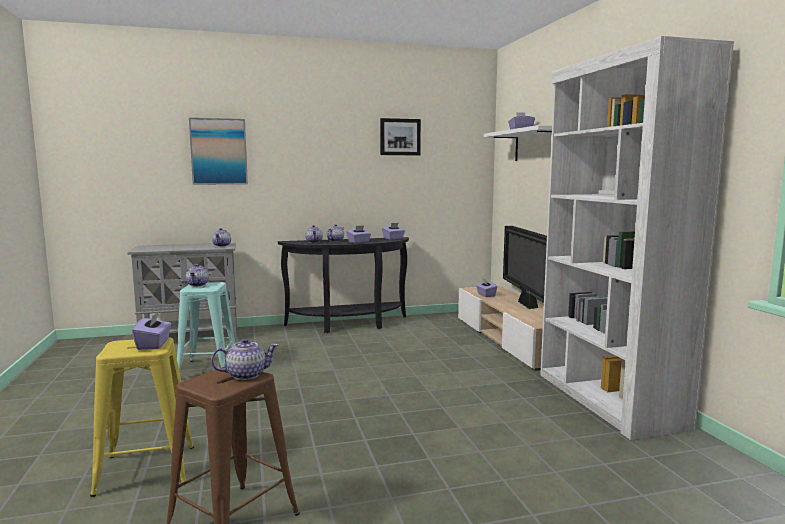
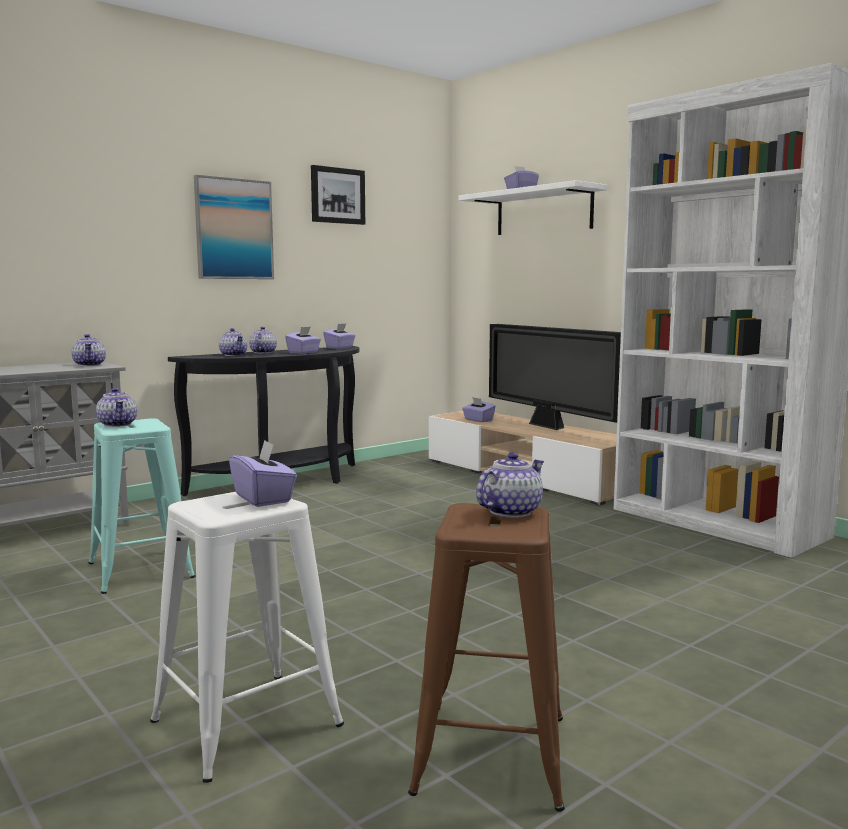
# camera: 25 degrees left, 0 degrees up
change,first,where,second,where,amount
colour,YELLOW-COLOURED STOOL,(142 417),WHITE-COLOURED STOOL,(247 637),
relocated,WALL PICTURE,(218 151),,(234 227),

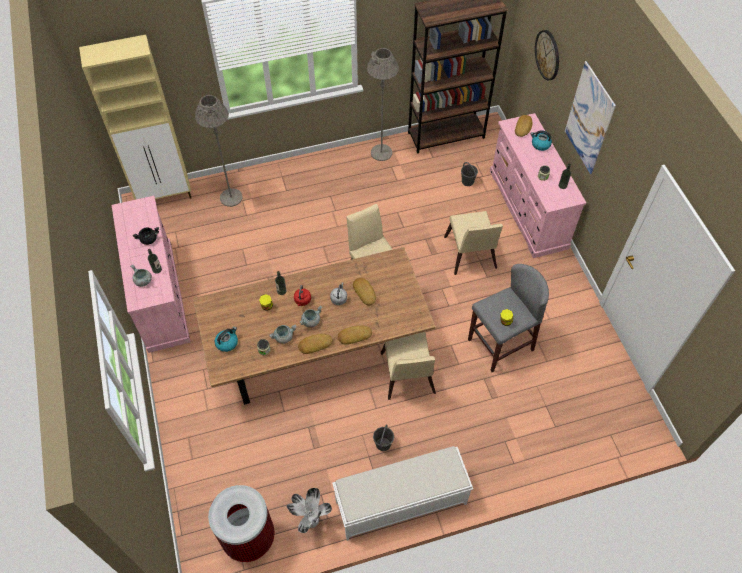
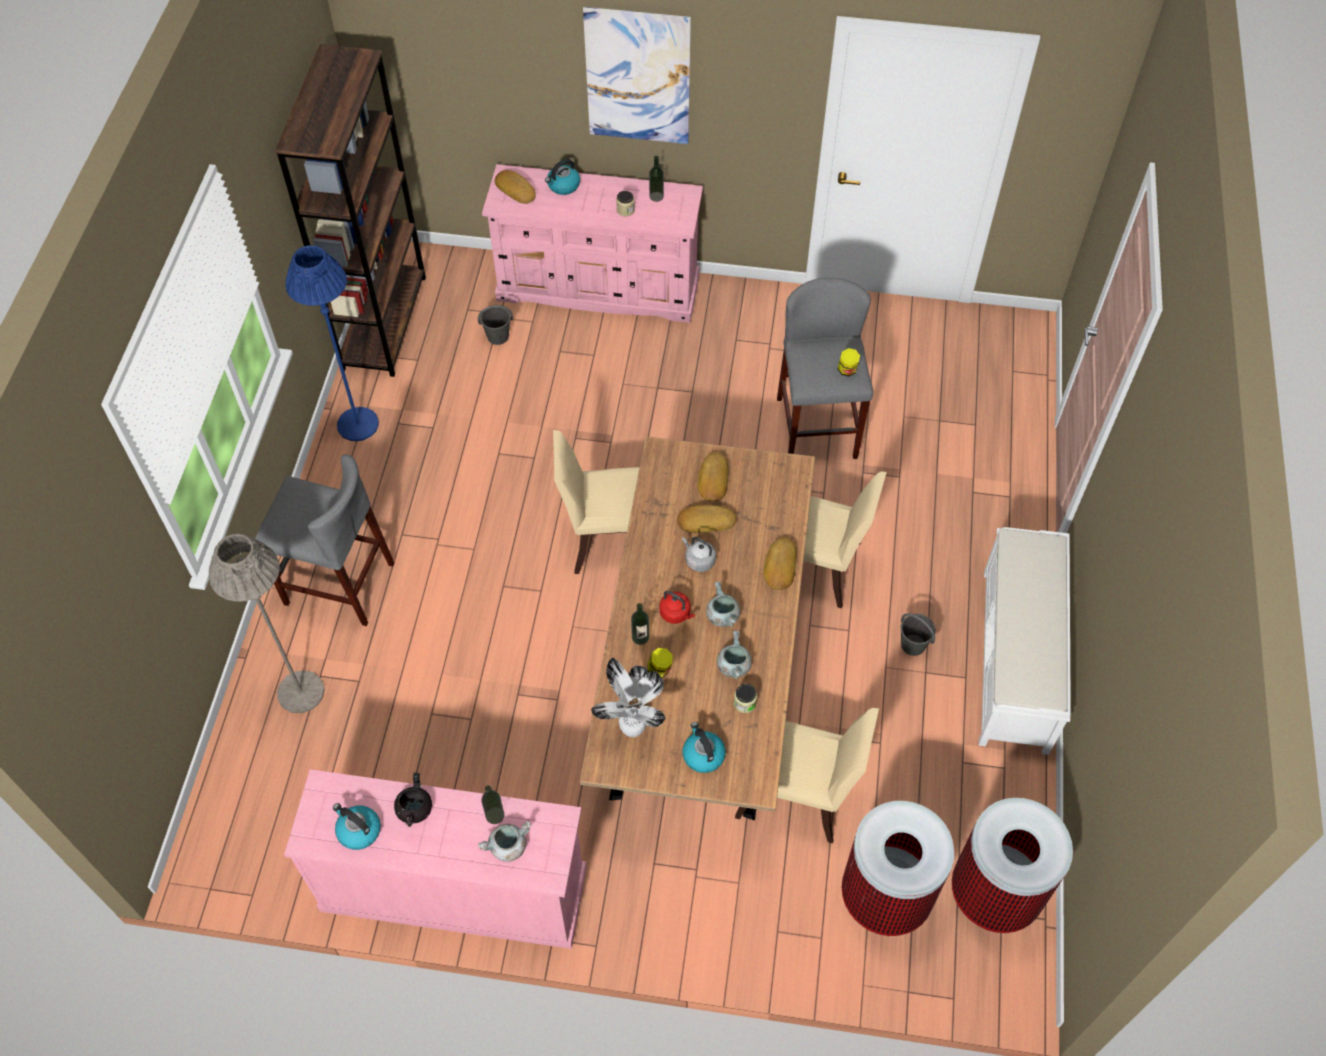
# camera: 65 degrees left, 0 degrees up
change,first,where,second,where,amount
missing,BEIGE-COLOURED CABINET,(135 117),,,
relocated,PLANT IN A POT,(309 510),,(628 697),
relocated,BAKED BREAD,(315 344),,(712 477),
colour,GREYISH STANDING LAMP,(383 104),BLUISH STANDING LAMP,(332 343),
relocated,BEIGE-COLOURED PLAIN CHAIR,(473 243),,(807 775),
missing,HANGING CLOCK,(547 55),,,
appeared,,,GREYISH STOOL,(324 540),
appeared,,,TEA KETTLE,(357 826),
appeared,,,WASTE BIN,(898 868),

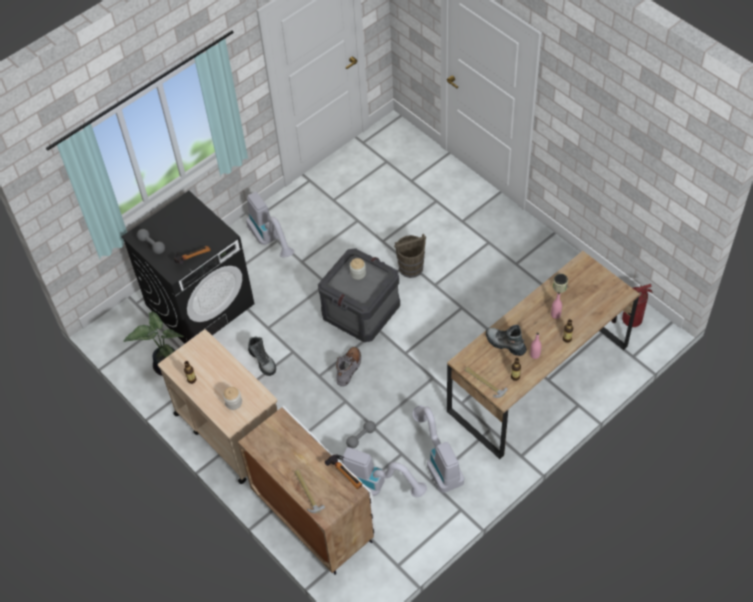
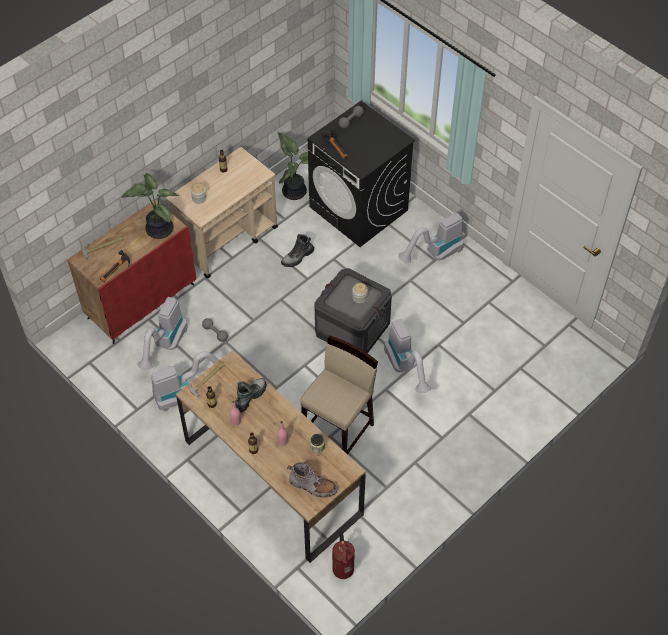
# camera: 85 degrees right, 0 degrees up
change,first,where,second,where,amount
colour,WHITE-COLOURED CABINET,(307 490),RED CABINET,(132 272),
relocated,GREYISH TALL BOOT,(348 366),,(312 480),
exchanged,BROWN PAIL,(410 255),VACUUM CLEANER,(407 356),
appeared,,,PLANT IN A POT,(150 206),
appeared,,,BEIGE-COLOURED STOOL,(339 395),

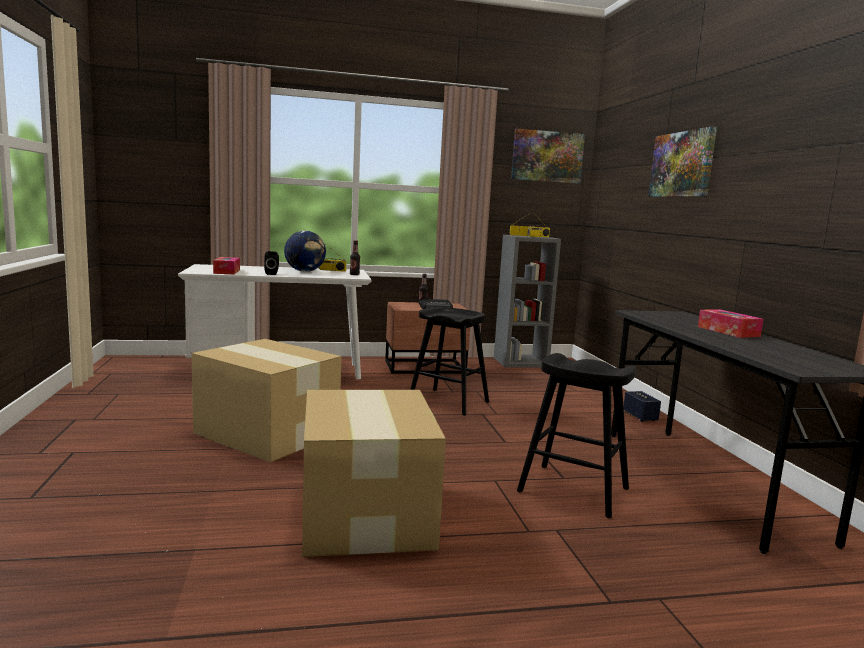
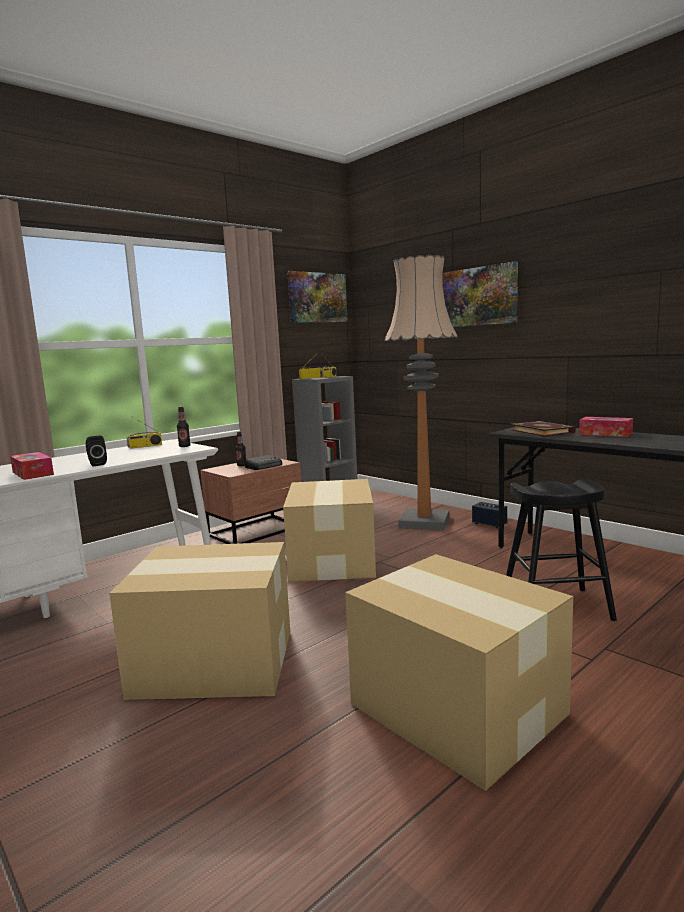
# camera: 30 degrees left, 0 degrees up
change,first,where,second,where,amount
missing,GLOBE,(305 251),,,
exchanged,BLACKISH STOOL,(449 361),PACKING BOX,(329 530),
appeared,,,STANDING LAMP,(421 392),
appeared,,,BOUND BOOK,(543 429),

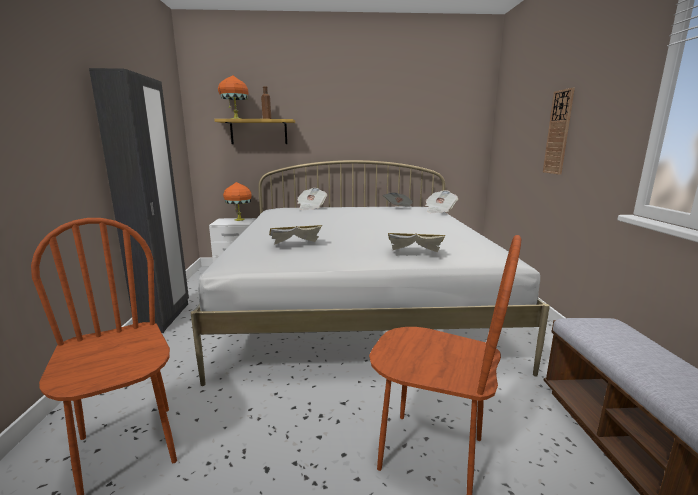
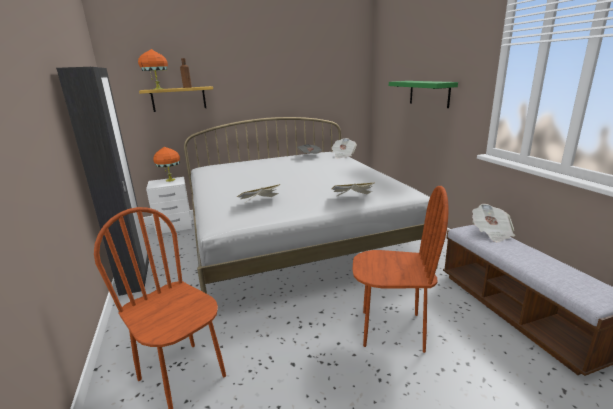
# camera: 15 degrees left, 5 degrees up
change,first,where,second,where,amount
relocated,PRINTED PAPER,(312 199),,(493 223),
exchanged,HANGING CLOCK,(559 131),GREEN-COLOURED SHELF,(423 94),

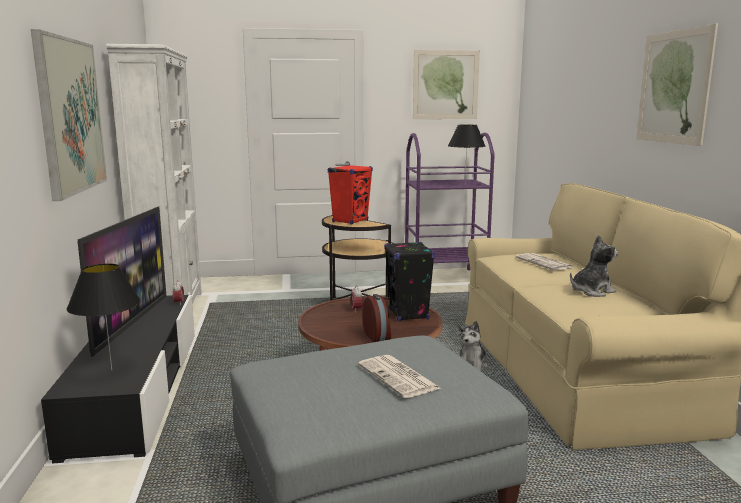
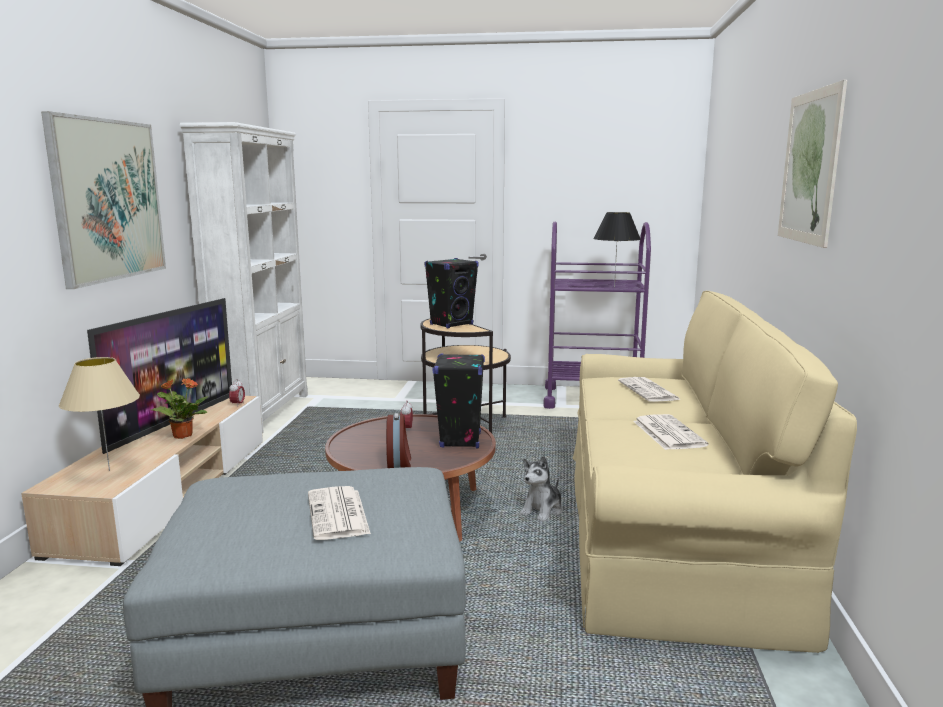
# camera: 15 degrees right, 0 degrees up
change,first,where,second,where,amount
colour,BLACKISH TV STAND,(118 379),BEIGE-COLOURED TV STAND,(142 481),
colour,BLACKISH LAMP FOR A TABLE,(104 317),BEIGE-COLOURED LAMP FOR A TABLE,(99 414),
colour,RED LOUDSPEAKER,(350 194),BLACKISH LOUDSPEAKER,(452 293),
missing,WALL PICTURE,(446 84),,,
exchanged,CUDDLY TOY,(594 266),PRINTED PAPER,(671 432),
appeared,,,PLANT IN A POT,(180 408),

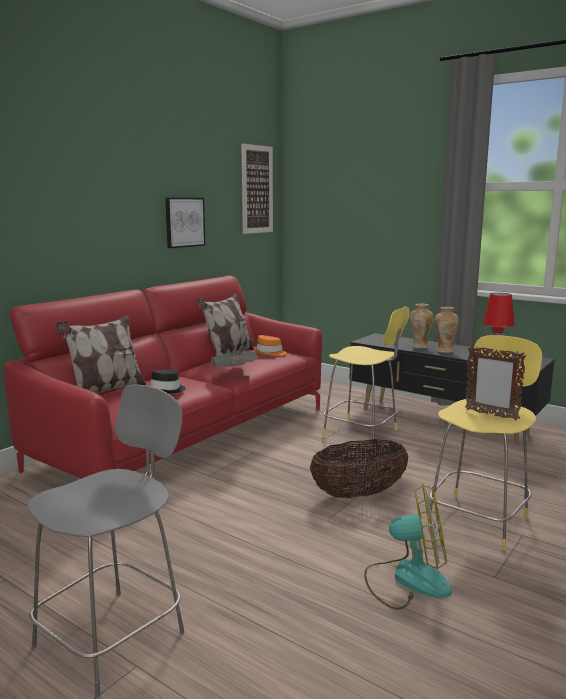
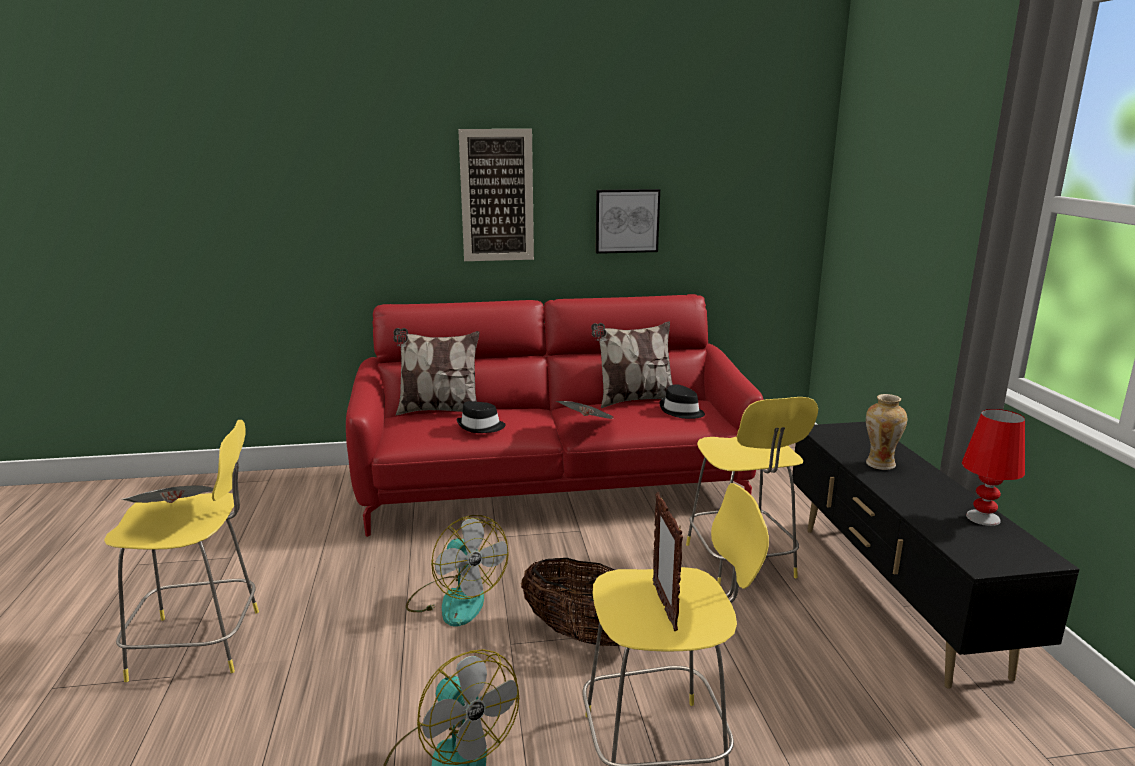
# camera: 45 degrees right, 5 degrees up
change,first,where,second,where,amount
colour,GREYISH STOOL,(105 541),YELLOW-COLOURED STOOL,(181 551),
relocated,WALL PICTURE,(257 189),,(496 195),
colour,ORANGE WEARABLE HAT,(270 345),BLACKISH WEARABLE HAT,(682 401),
missing,DECORATIVE VASE,(446 330),,,
appeared,,,PRINTED PAPER,(166 494),
appeared,,,FAN,(457 571),

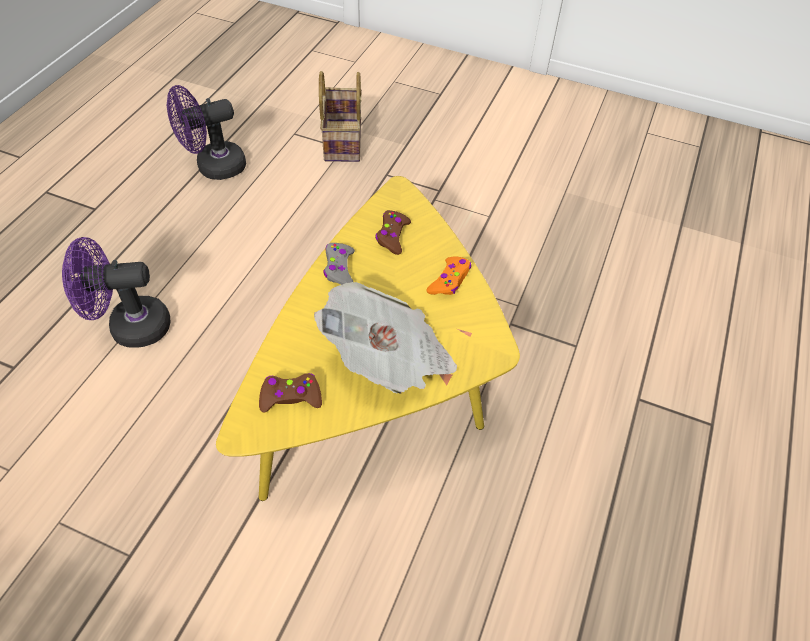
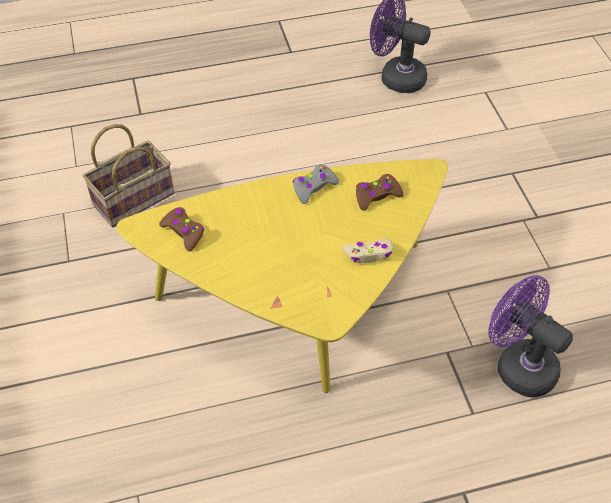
# camera: 55 degrees right, 0 degrees up
change,first,where,second,where,amount
relocated,PURPLE FAN,(116 292),,(530 336),
missing,PRINTED PAPER,(385 338),,,
relocated,HOUSEHOLD BASKET,(340 116),,(128 175),
colour,ORANGE GAMEPAD,(448 275),BEIGE-COLOURED GAMEPAD,(367 250),

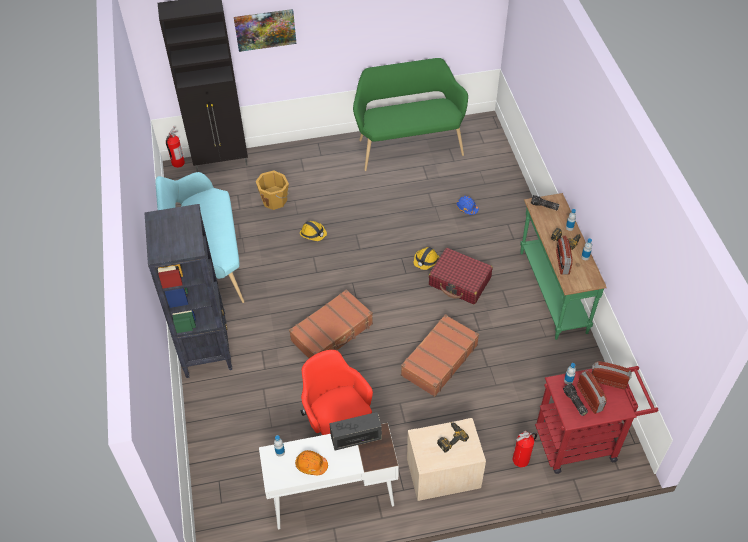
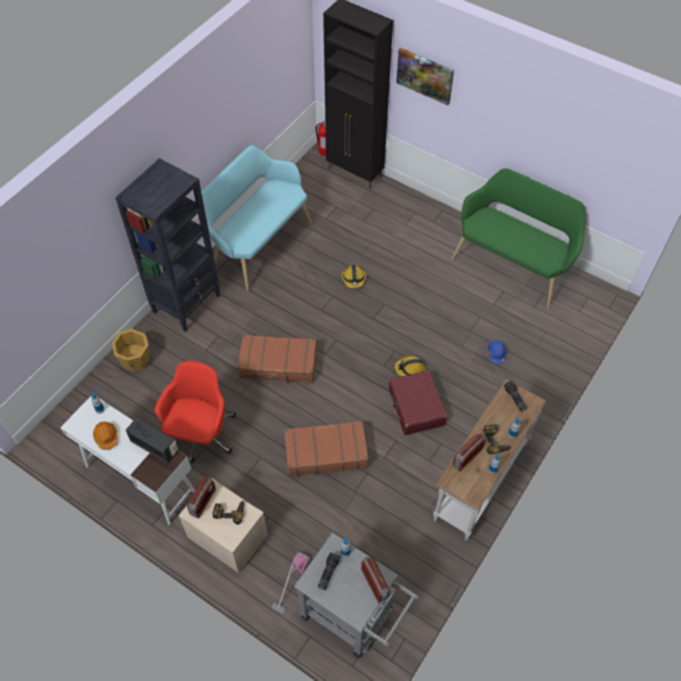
# camera: 45 degrees right, 5 degrees up
change,first,where,second,where,amount
relocated,ORANGE PAIL,(272 190),,(131 350),
exchanged,FIRE EXTINGUISHER,(525 449),VACUUM CLEANER,(291 582),
colour,GREEN-COLOURED CONSOLE TABLE,(563 266),WHITE-COLOURED CONSOLE TABLE,(489 460),
colour,RED WHEELED CART,(597 420),GREYISH WHEELED CART,(356 595),
relocated,RADIO RECEIVER,(592 392),,(201 497),

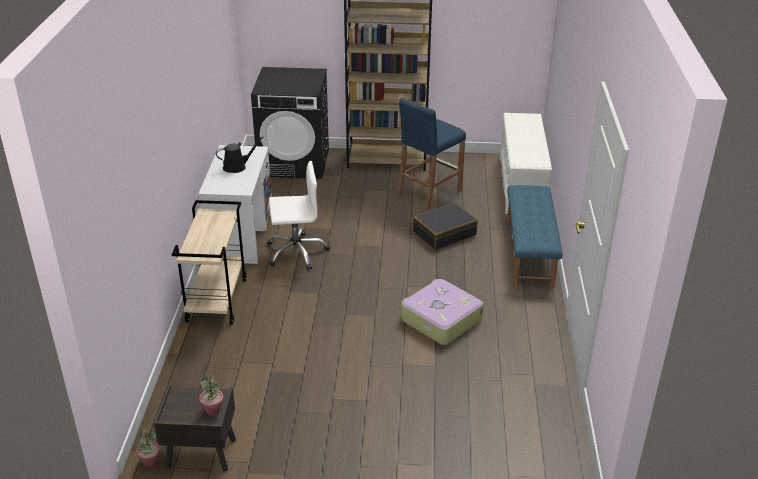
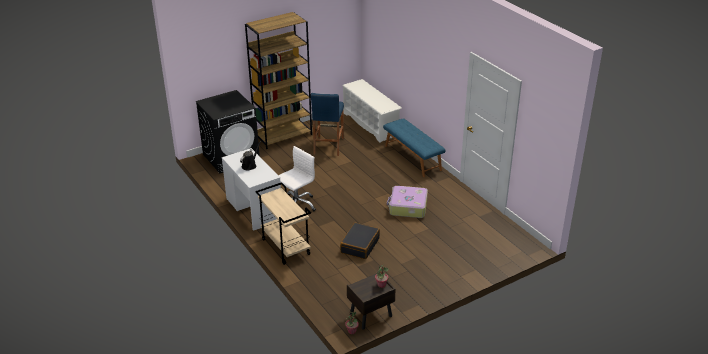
# camera: 35 degrees left, 0 degrees up
change,first,where,second,where,amount
relocated,BLACKISH PIECE OF LUGGAGE,(445 226),,(360 241),

